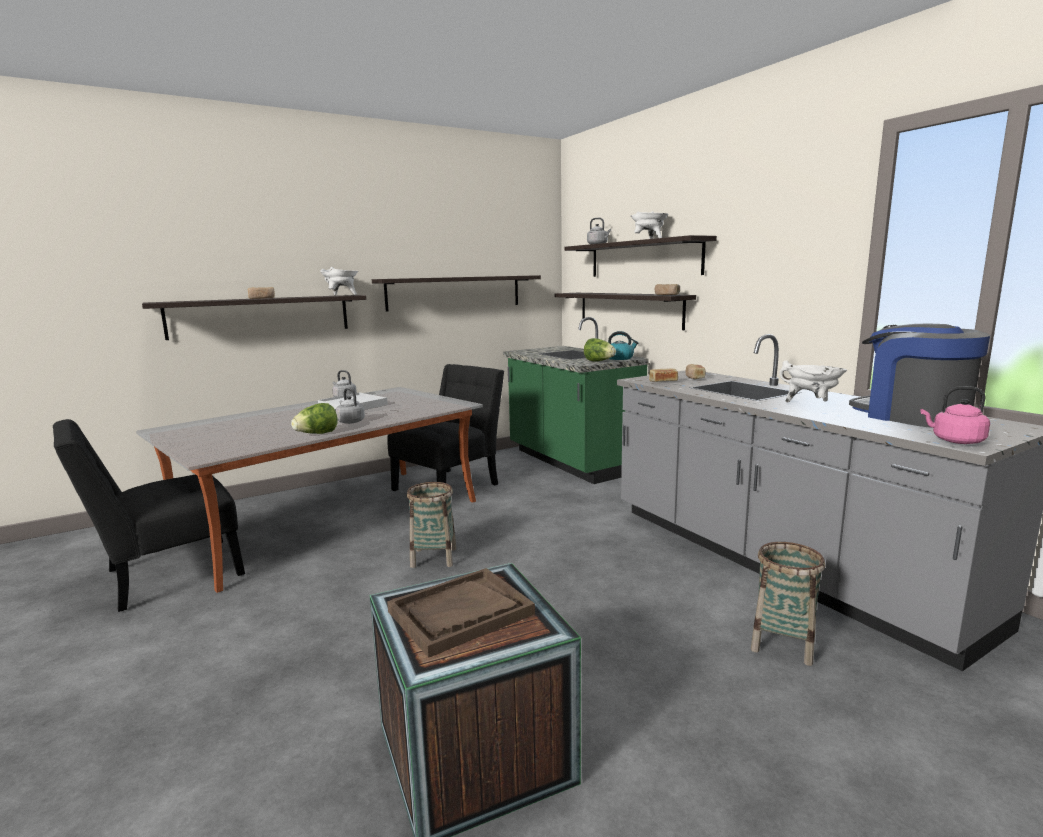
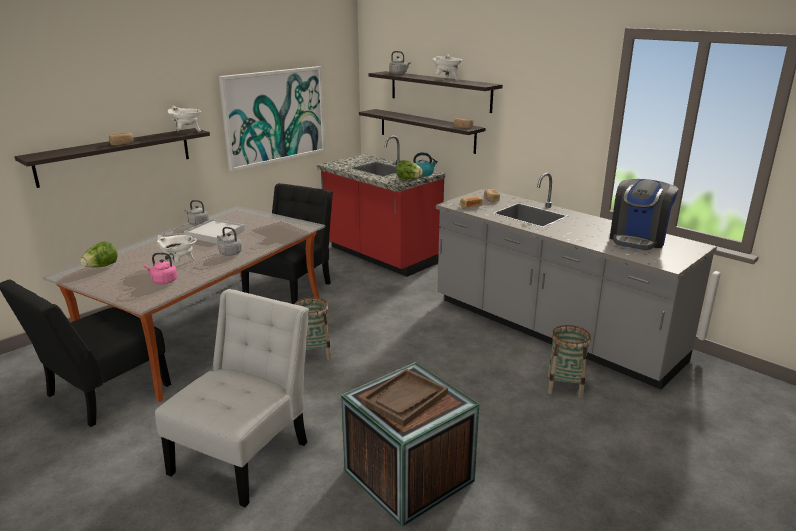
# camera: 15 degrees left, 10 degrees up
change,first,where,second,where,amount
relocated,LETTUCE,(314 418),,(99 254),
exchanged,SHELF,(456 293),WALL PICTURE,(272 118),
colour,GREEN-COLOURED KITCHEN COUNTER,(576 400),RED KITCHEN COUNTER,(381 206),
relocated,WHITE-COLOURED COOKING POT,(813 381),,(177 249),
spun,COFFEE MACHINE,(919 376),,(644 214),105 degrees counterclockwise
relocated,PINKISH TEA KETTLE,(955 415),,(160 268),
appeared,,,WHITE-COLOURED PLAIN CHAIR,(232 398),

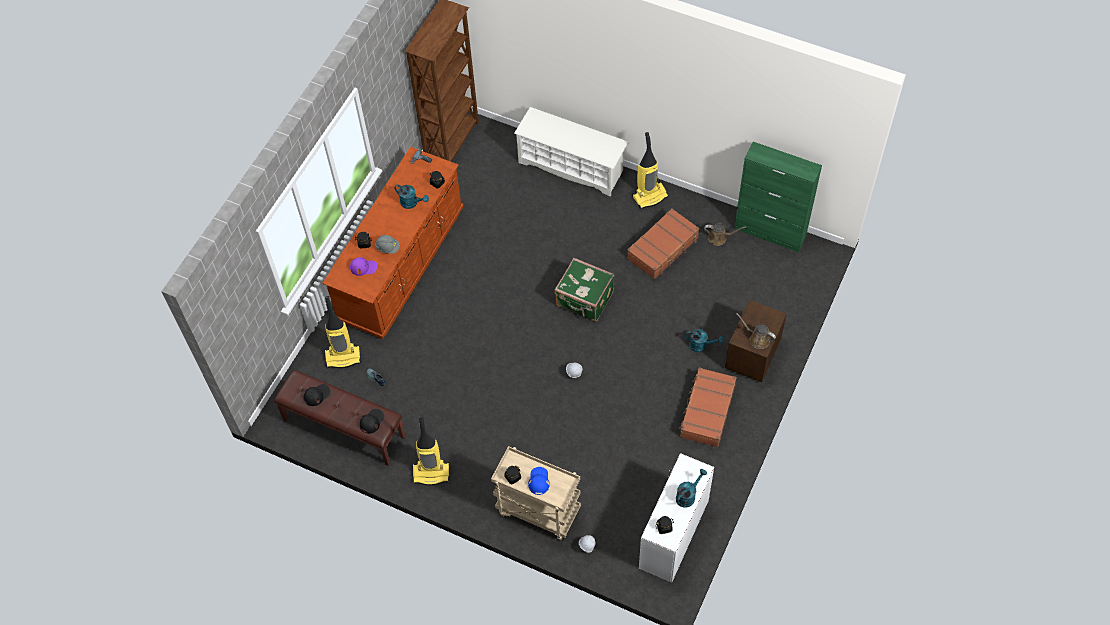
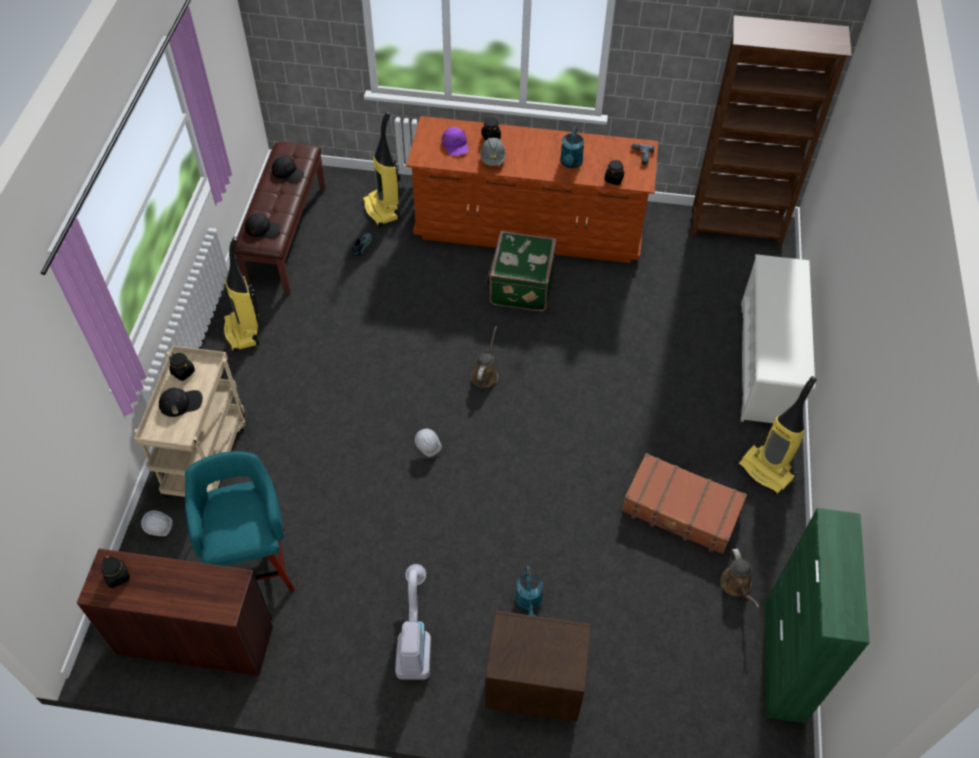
# camera: 70 degrees right, 5 degrees down
change,first,where,second,where,amount
colour,BLUISH BASEBALL CAP,(539 481),BLACKISH BASEBALL CAP,(181 402),
relocated,GREEN-COLOURED PIECE OF LUGGAGE,(584 290),,(521 271),
colour,WHITE-COLOURED DESK UNIT,(676 517),BROWN DESK UNIT,(174 612),
missing,TURQUOISE WATERING CAN,(691 488),,,
exchanged,BROWN PIECE OF LUGGAGE,(707 407),VACUUM CLEANER,(413 622),
relocated,BROWN WATERING CAN,(756 331),,(484 357),
appeared,,,TURQUOISE STOOL,(240 521),

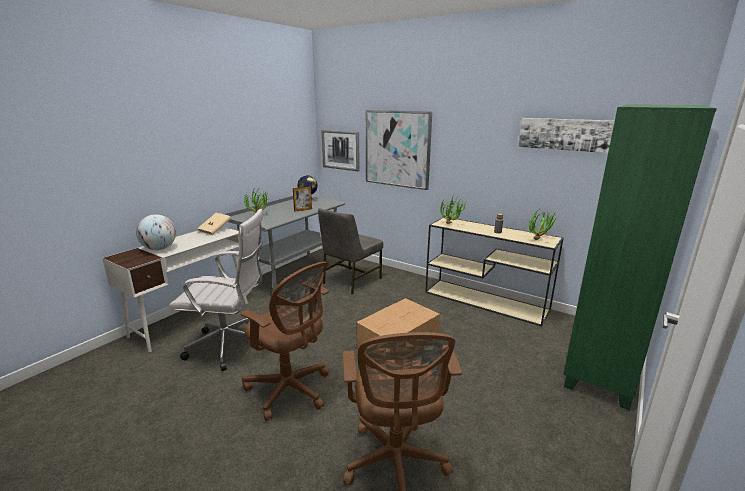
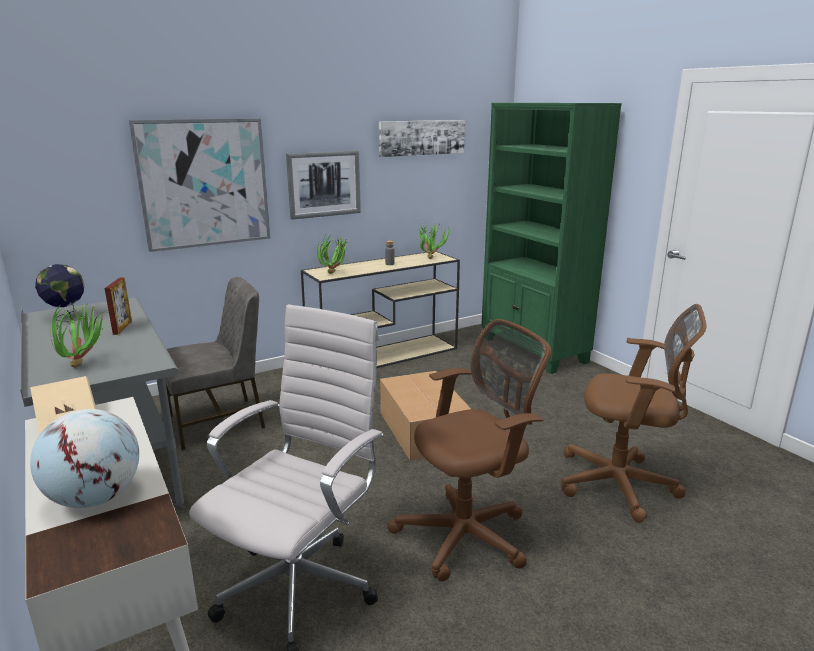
# camera: 65 degrees left, 0 degrees up
change,first,where,second,where,amount
spun,GREYISH PLAIN CHAIR,(350 251),,(215 364),90 degrees counterclockwise
relocated,WALL PICTURE,(341 150),,(323 185),

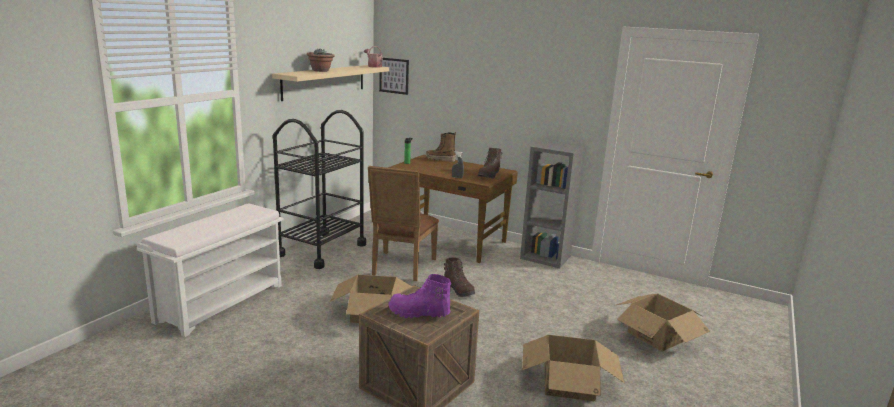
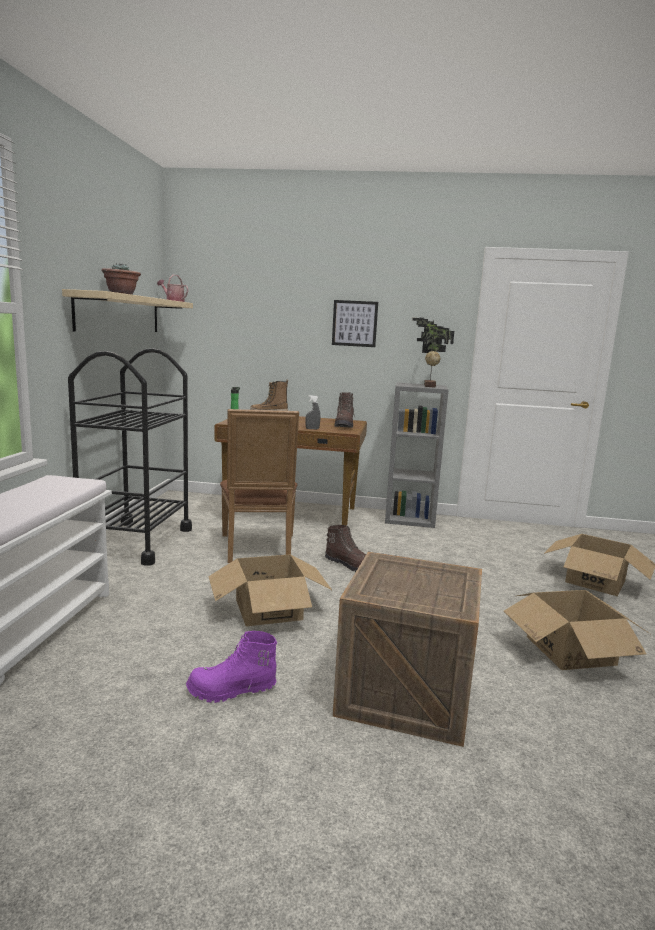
# camera: 20 degrees left, 5 degrees down
change,first,where,second,where,amount
relocated,WALL PICTURE,(394 76),,(355 323),
relocated,PURPLE TALL BOOT,(420 296),,(231 667),
appeared,,,PLANT IN A POT,(433 352),

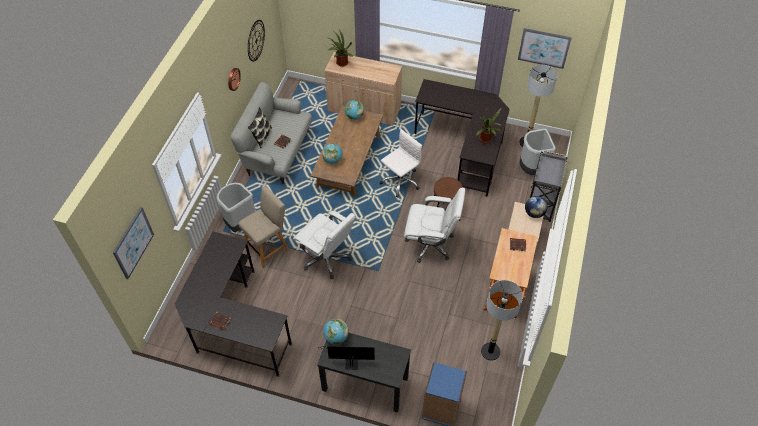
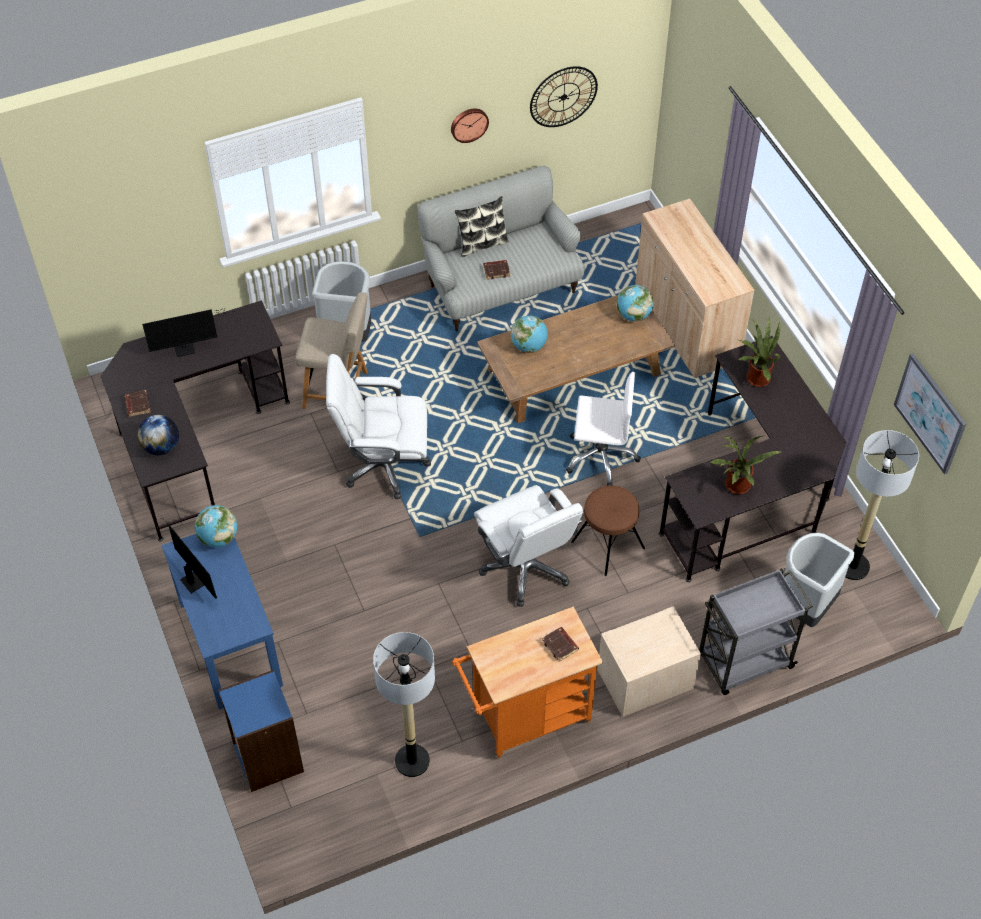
# camera: 50 degrees right, 0 degrees up
change,first,where,second,where,amount
missing,WALL PICTURE,(133 243),,,
spun,WHITE-COLOURED DESK CHAIR,(324 245),,(378 426),90 degrees clockwise
colour,BLACKISH DESK UNIT,(364 373),BLUISH DESK UNIT,(222 622),
relocated,PLANT IN A POT,(339 48),,(759 352),
relocated,GLOBE,(536 207),,(158 435),
appeared,,,MONITOR,(188 332),

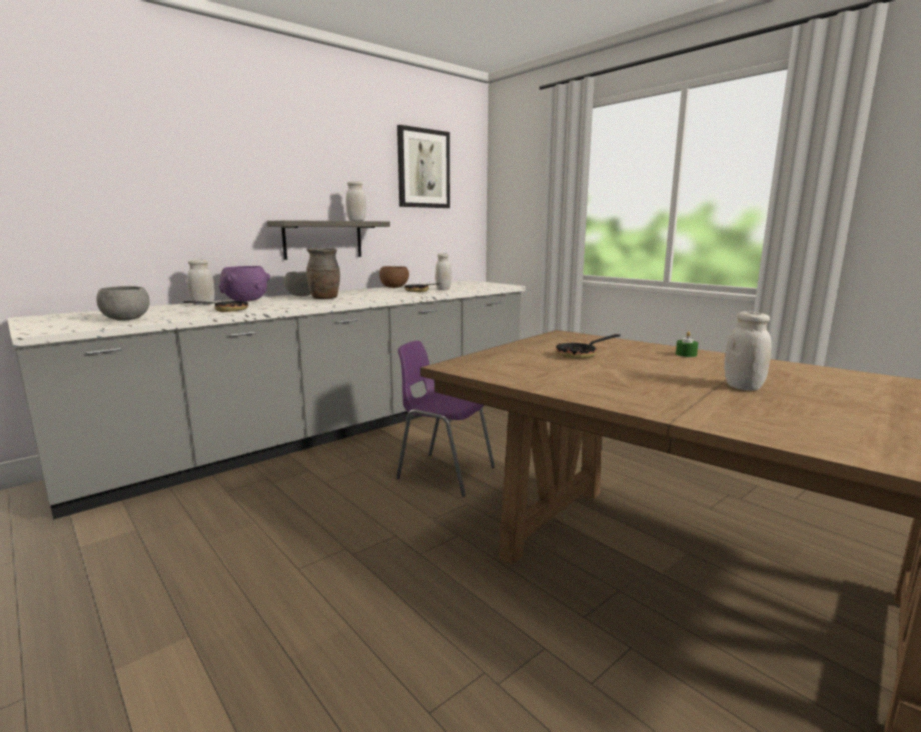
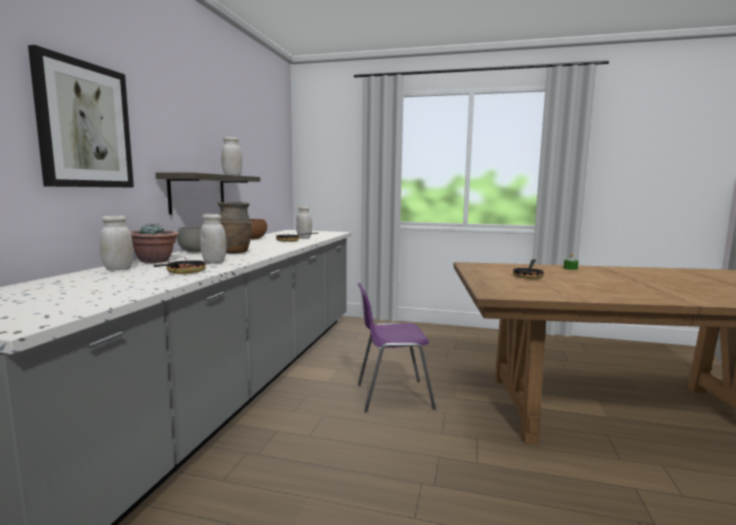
# camera: 35 degrees left, 5 degrees down
change,first,where,second,where,amount
missing,GREYISH SERVING BOWL,(123 303),,,
exchanged,PURPLE SERVING BOWL,(244 283),PLANT IN A POT,(154 243),
relocated,WALL PICTURE,(423 166),,(81 116),
relocated,WHITE-COLOURED STORAGE JAR,(747 350),,(213 239),

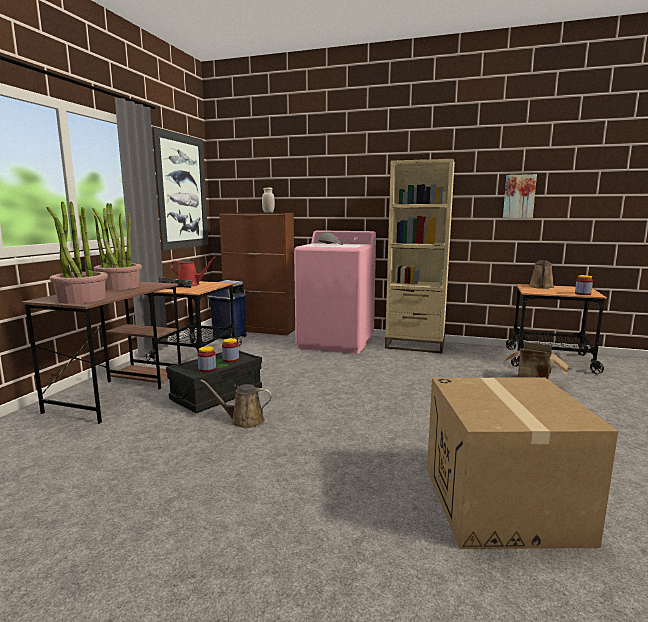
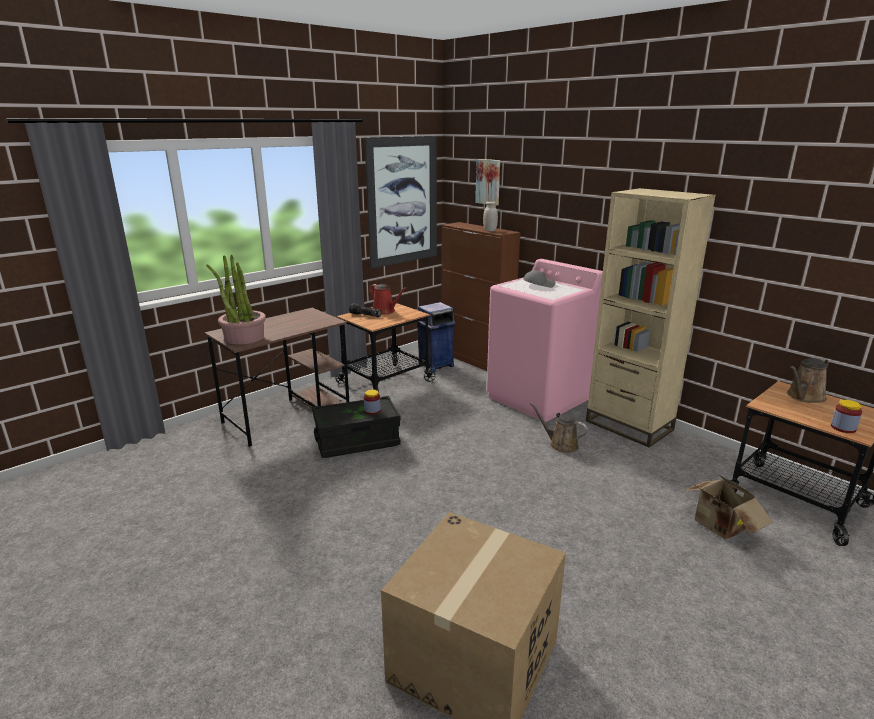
# camera: 30 degrees right, 10 degrees up
change,first,where,second,where,amount
missing,PLANT IN A POT,(117 246),,,
missing,STORAGE JAR,(207 359),,,
relocated,BROWN WATERING CAN,(236 404),,(559 427),
relocated,WALL PICTURE,(520 196),,(487 182),

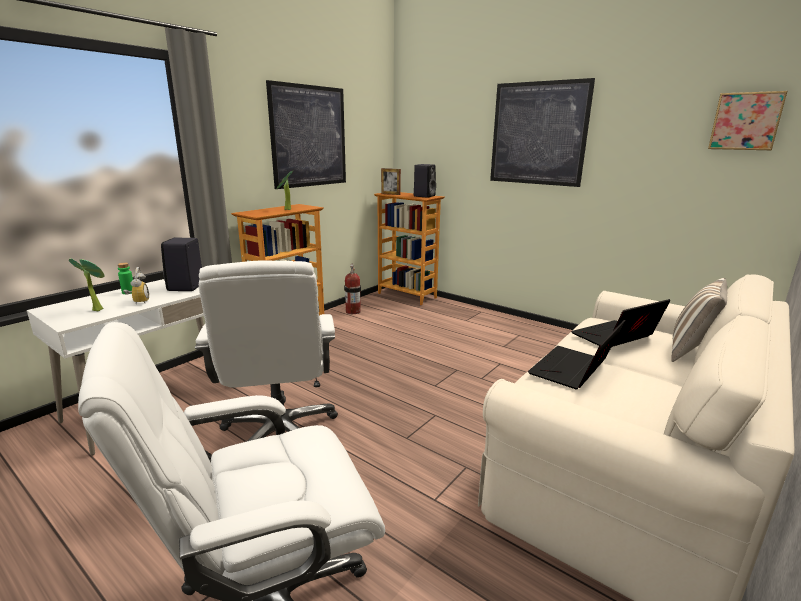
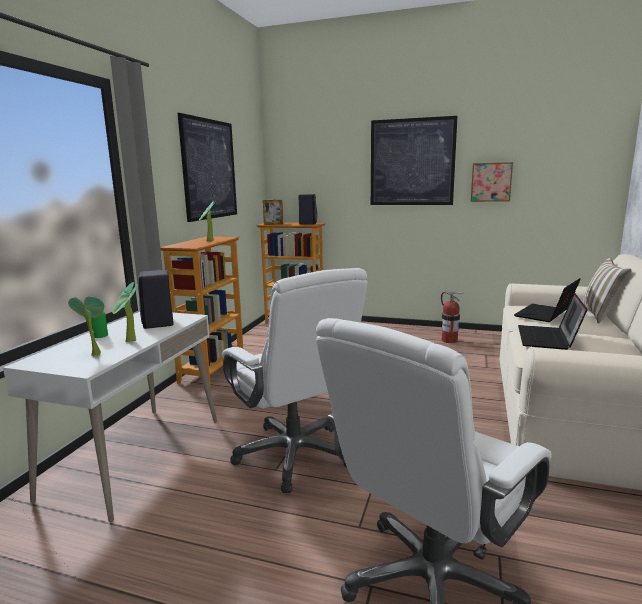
# camera: 20 degrees left, 5 degrees down
change,first,where,second,where,amount
exchanged,ALARM CLOCK,(136 285),PLANT IN A POT,(125 312),
relocated,FIRE EXTINGUISHER,(352 289),,(452 317),
relocated,WALL PICTURE,(748 120),,(492 182),

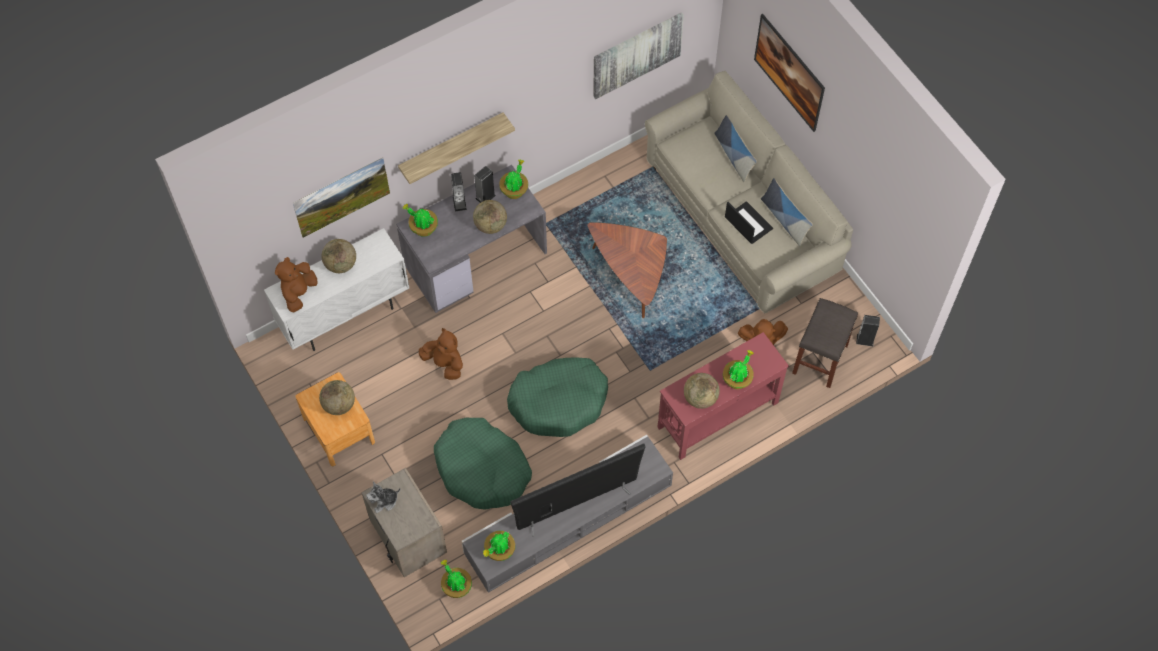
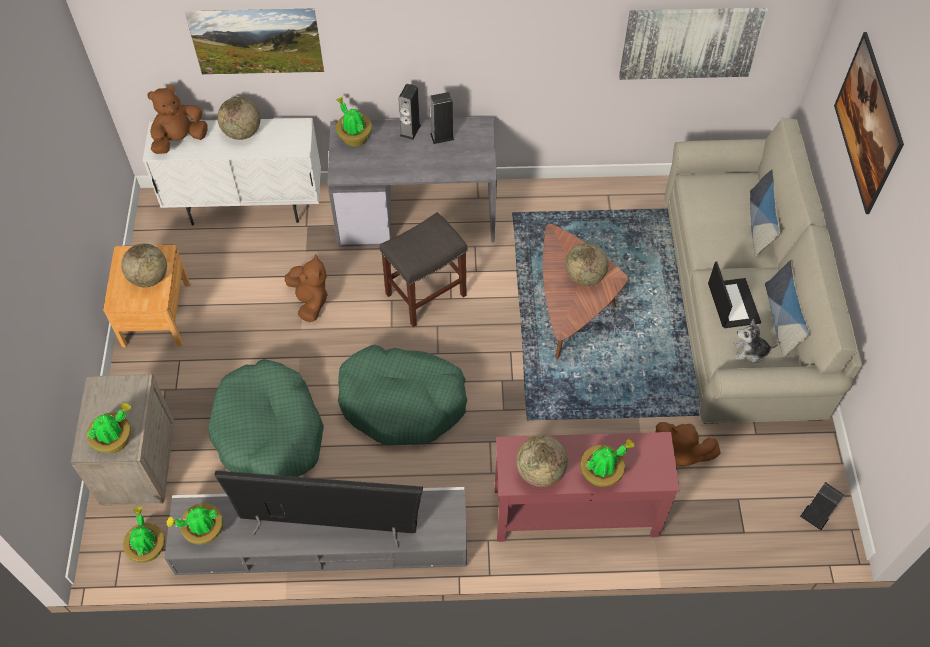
# camera: 30 degrees right, 5 degrees down
change,first,where,second,where,amount
relocated,CUDDLY TOY,(383 497),,(756 341),
missing,SHELF,(456 148),,,
relocated,GLOBE,(490 217),,(587 264),
relocated,PLANT IN A POT,(513 179),,(108 428),
relocated,GREYISH STOOL,(825 343),,(423 269),

